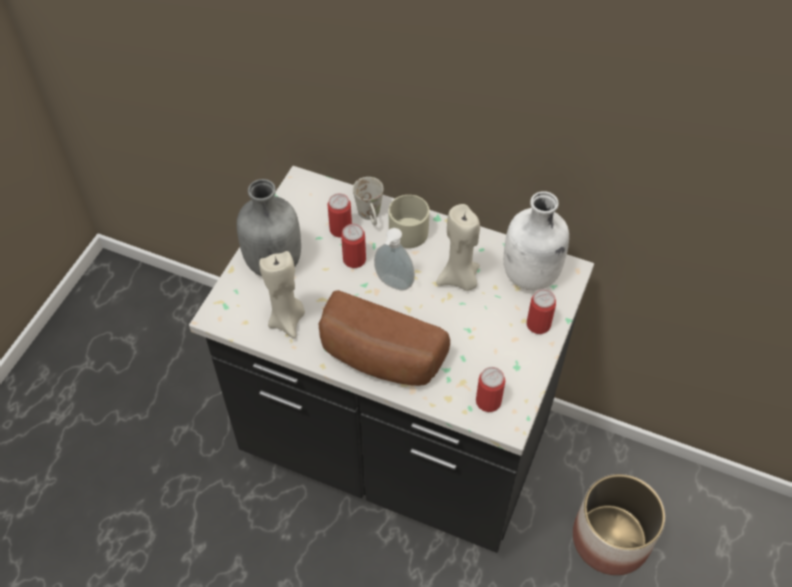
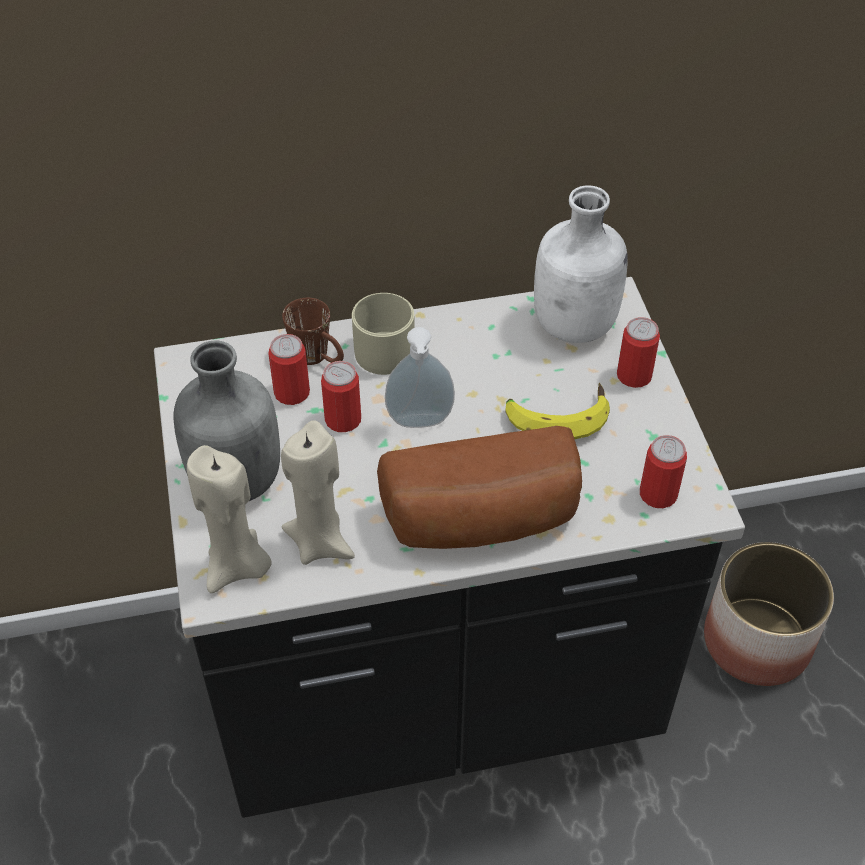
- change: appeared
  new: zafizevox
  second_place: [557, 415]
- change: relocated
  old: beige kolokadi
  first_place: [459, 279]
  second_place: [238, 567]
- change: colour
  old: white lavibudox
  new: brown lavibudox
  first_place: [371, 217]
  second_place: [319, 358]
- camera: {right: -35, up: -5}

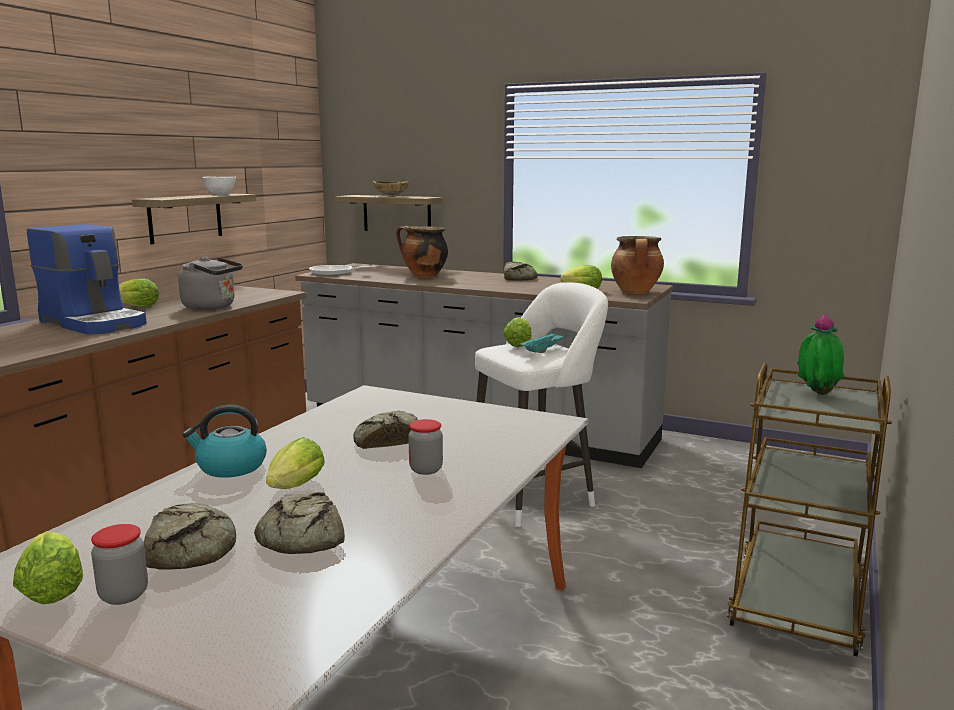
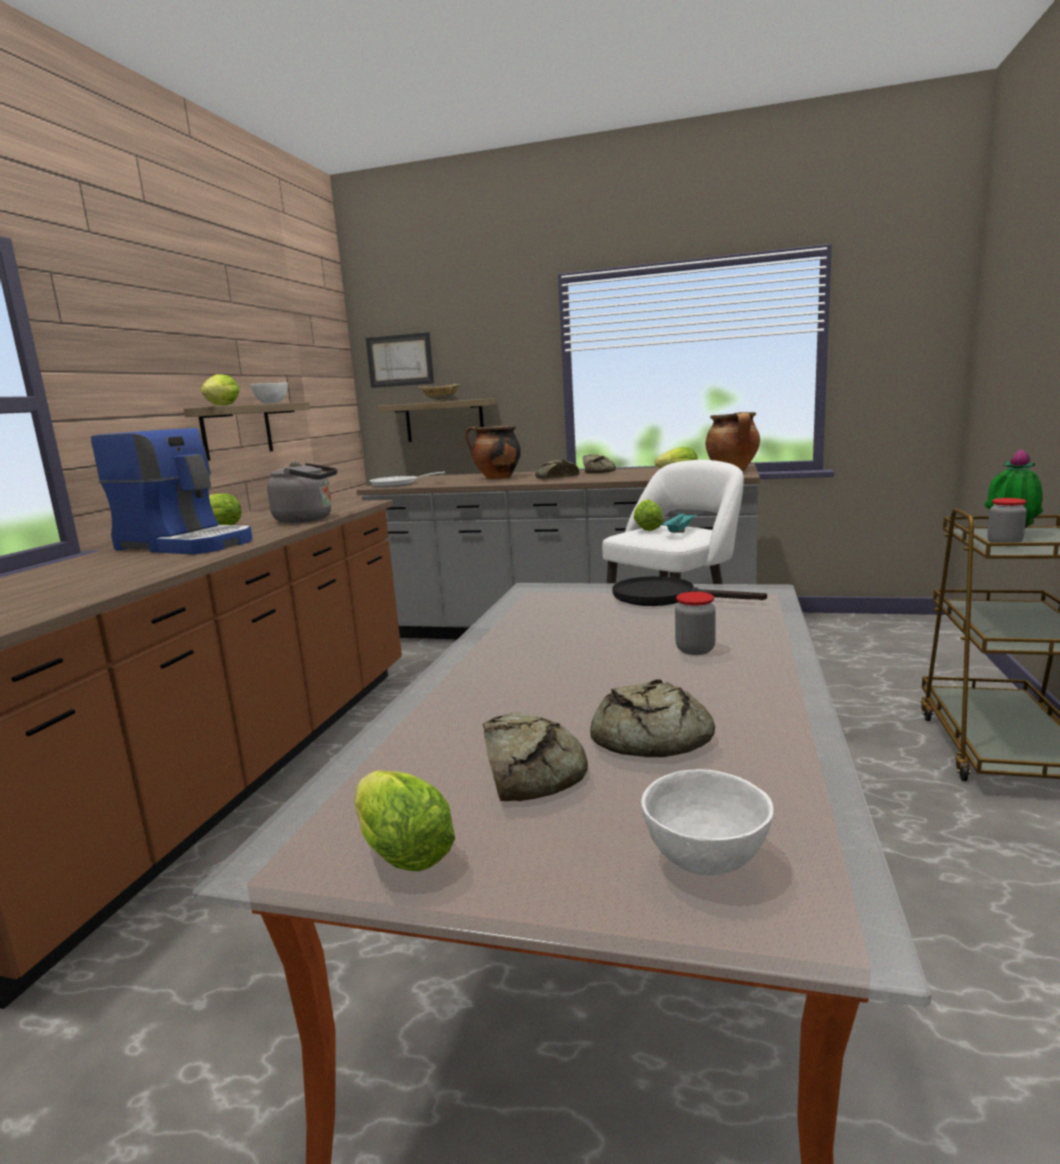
- change: missing
  old: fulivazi
  first_place: [230, 467]
- change: appeared
  new: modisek
  second_place: [400, 360]
- change: appeared
  new: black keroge
  second_place: [666, 597]
- change: appeared
  new: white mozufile
  second_place: [708, 861]
- change: relocated
  old: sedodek
  first_place: [124, 595]
  second_place: [1004, 543]
- change: relocated
  old: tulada
  first_place: [294, 488]
  second_place: [220, 405]
- change: relocated
  old: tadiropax
  first_place: [388, 440]
  second_place: [555, 477]
- camera: {right: -10, up: 0}

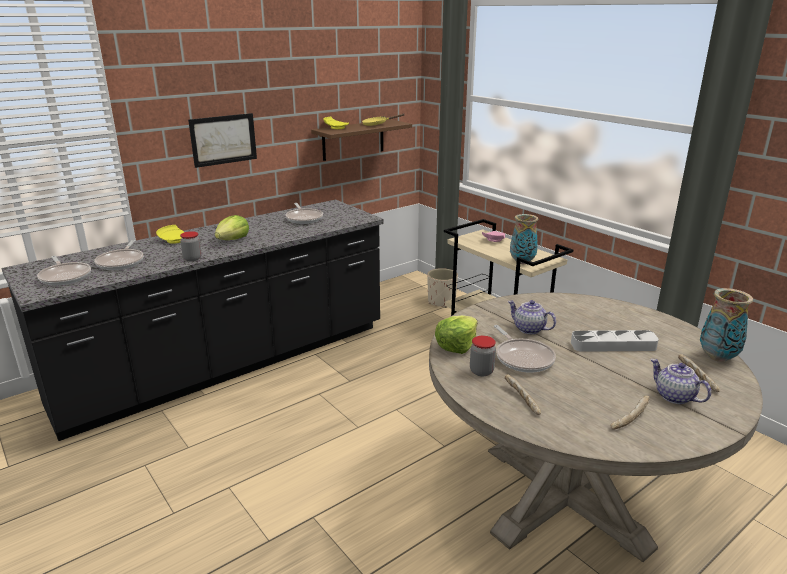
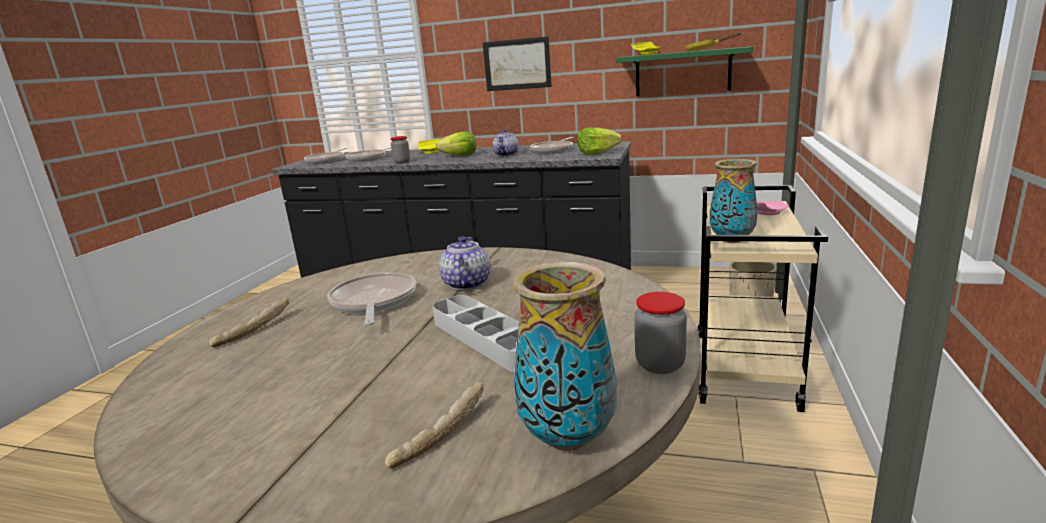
- change: missing
  old: tadiropax
  first_place: [628, 418]
- change: relocated
  old: tulada
  first_place: [456, 345]
  second_place: [597, 153]
- change: relocated
  old: sedodek
  first_place: [481, 371]
  second_place: [660, 364]
- change: relocated
  old: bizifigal
  first_place: [674, 396]
  second_place: [506, 155]
- change: colour
  old: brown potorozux
  new: green potorozux
  first_place: [353, 140]
  second_place: [682, 72]
- change: spun
  old: keroge
  first_place: [523, 358]
  second_place: [373, 302]
  degrees: 135
- camera: {right: 55, up: -5}

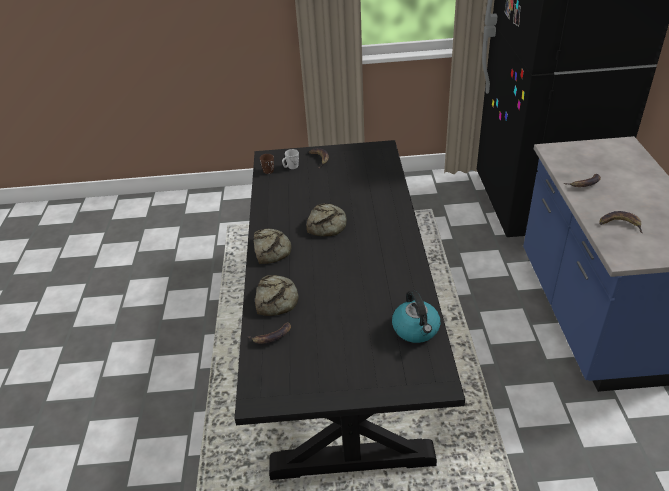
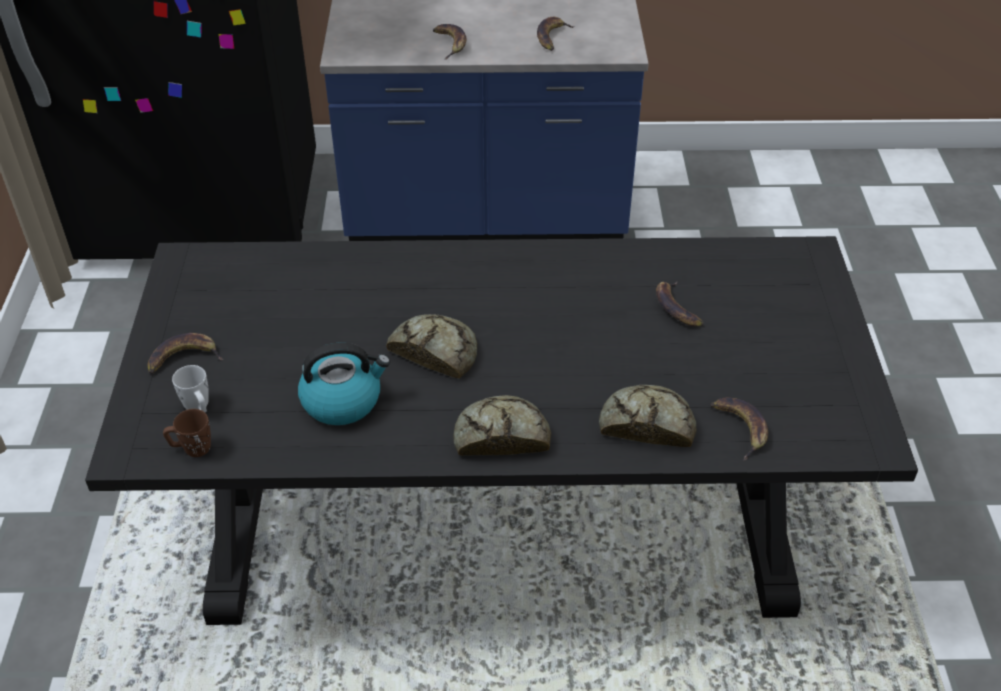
- change: appeared
  new: zafizevox
  second_place: [676, 308]
- change: relocated
  old: fulivazi
  first_place: [416, 329]
  second_place: [343, 400]
- camera: {right: -90, up: 5}

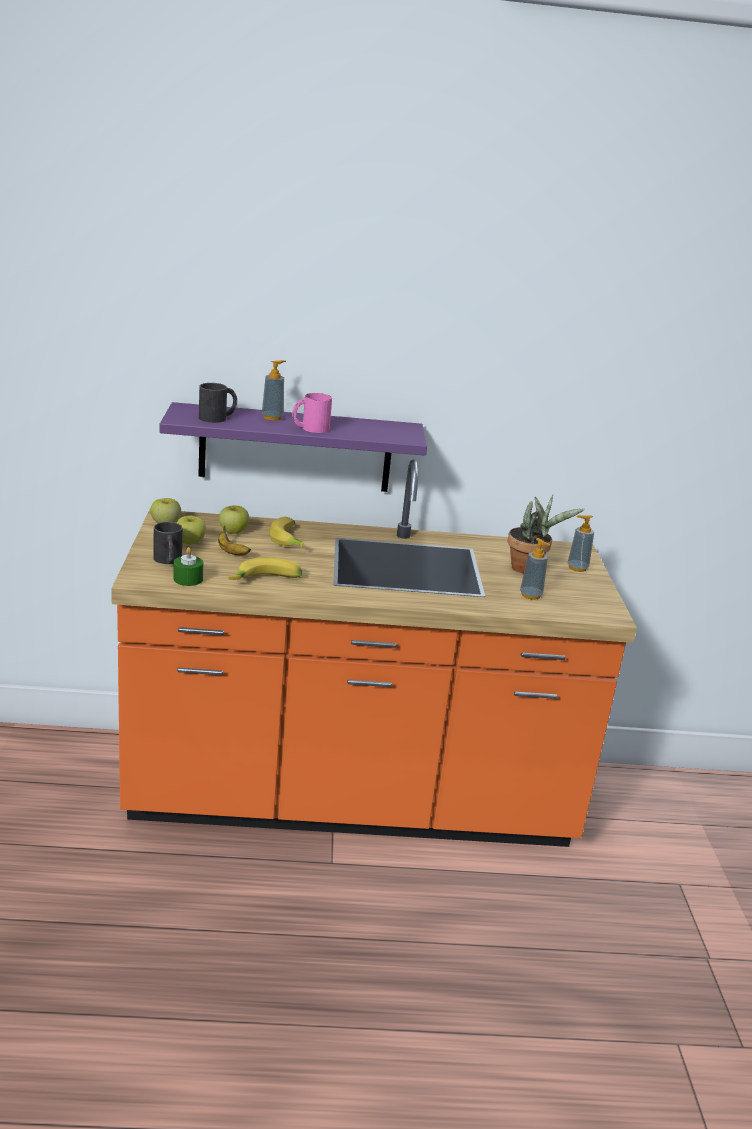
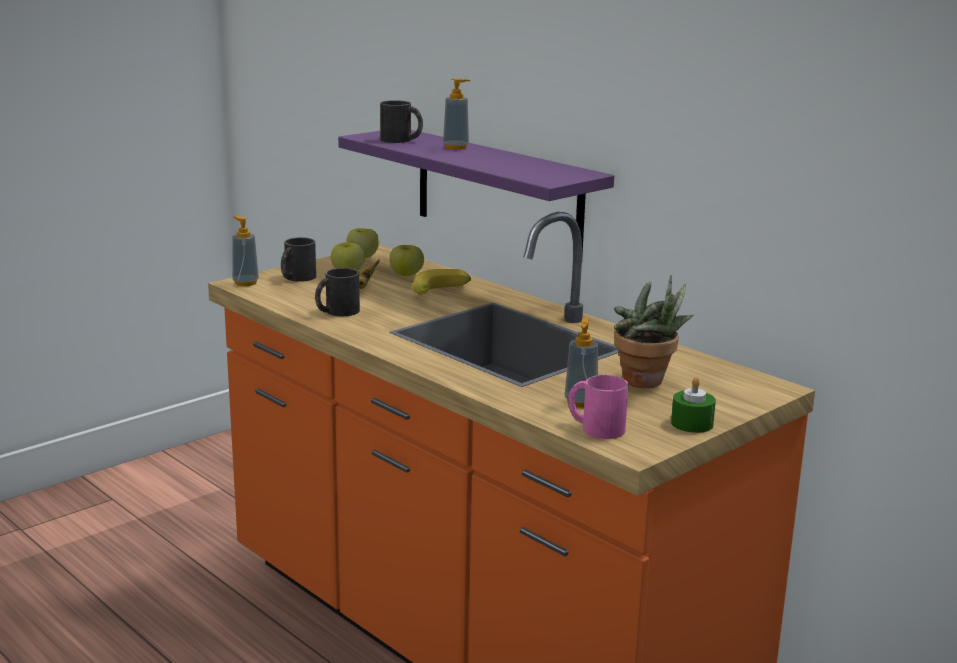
- change: relocated
  old: green kolokadi
  first_place: [188, 579]
  second_place: [692, 423]
- change: relocated
  old: pink lavibudox
  first_place: [310, 428]
  second_place: [595, 428]
- change: relocated
  old: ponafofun
  first_place: [577, 568]
  second_place: [245, 283]
- change: exchanged
  old: zafizevox
  new: black lavibudox
  first_place: [266, 581]
  second_place: [336, 312]
- camera: {right: 50, up: -5}

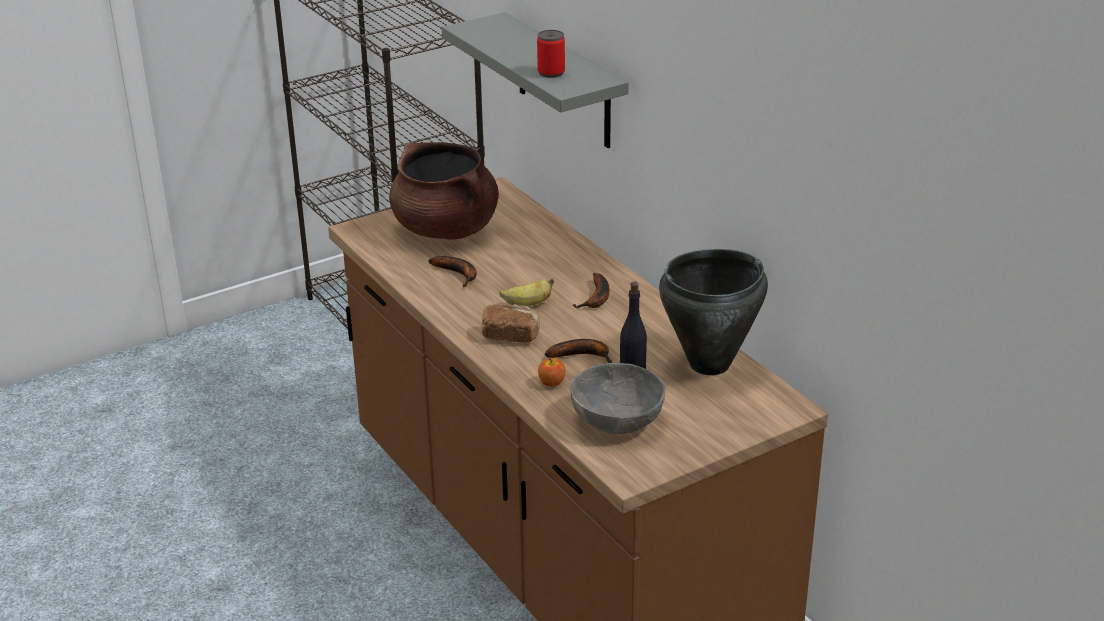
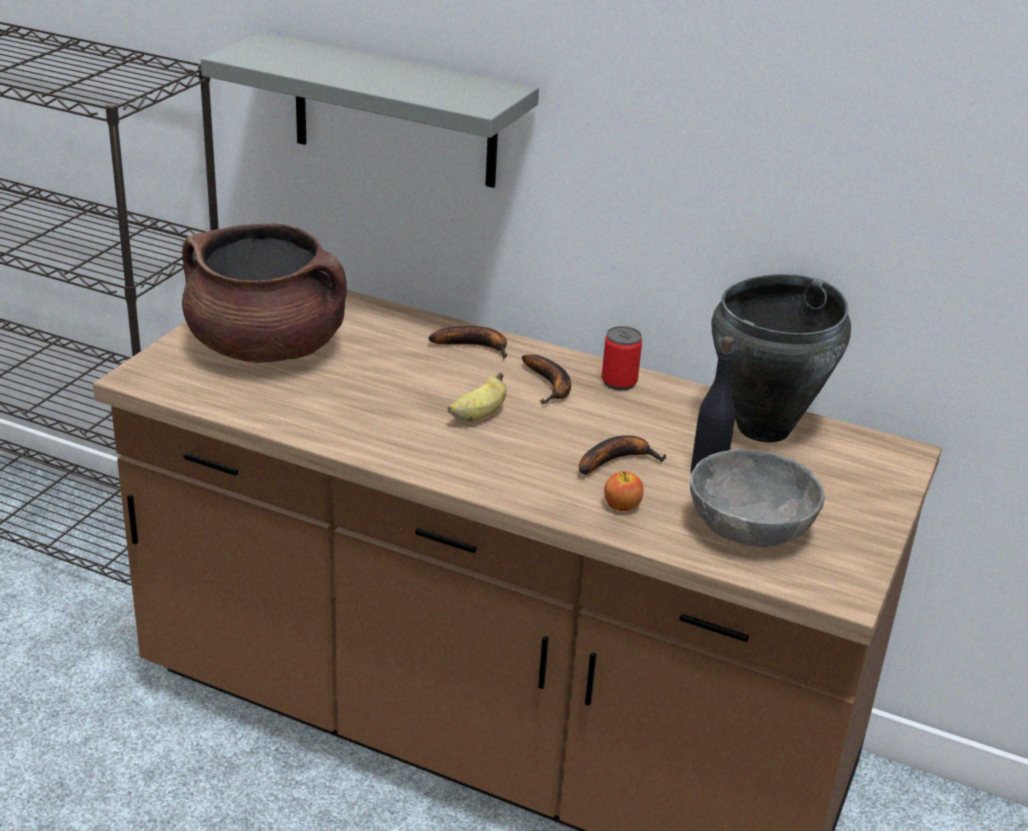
- change: missing
  old: tadiropax
  first_place: [510, 335]
- change: relocated
  old: zafizevox
  first_place: [458, 274]
  second_place: [475, 346]
- change: relocated
  old: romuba
  first_place: [551, 73]
  second_place: [619, 382]
- camera: {right: -35, up: 0}

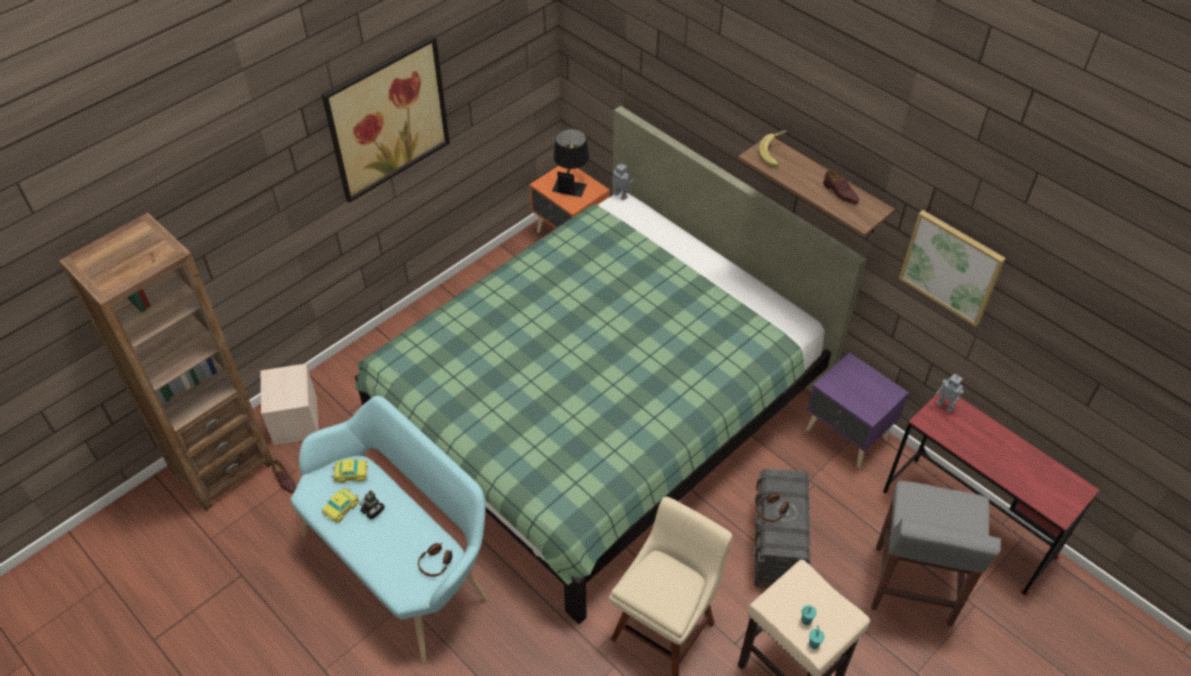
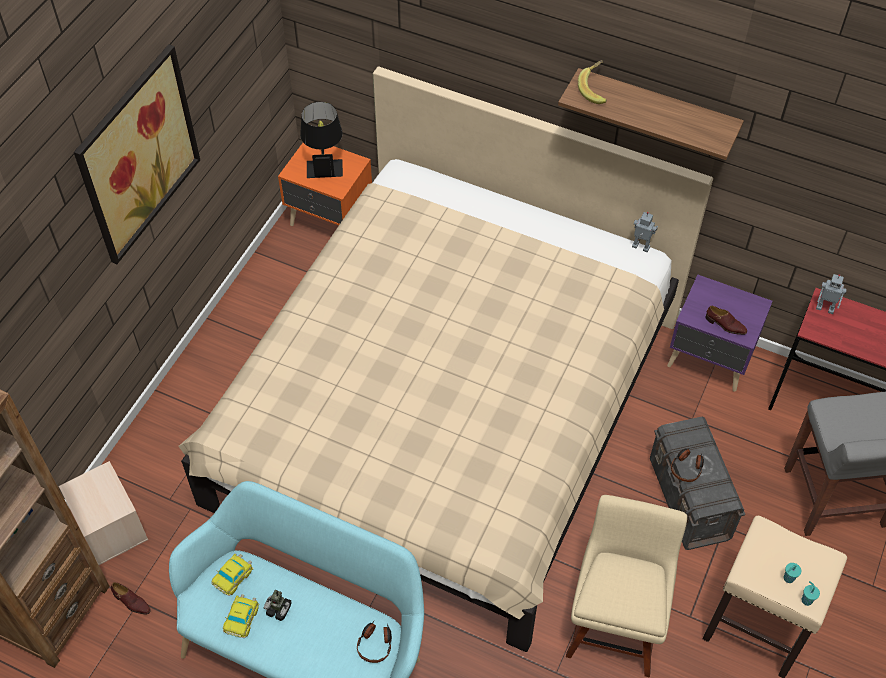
- change: missing
  old: modisek
  first_place: [951, 267]
- change: relocated
  old: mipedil
  first_place: [620, 196]
  second_place: [640, 247]
- change: relocated
  old: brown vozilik
  first_place: [840, 193]
  second_place: [725, 325]
- change: colour
  old: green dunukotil
  new: beige dunukotil
  first_place: [597, 410]
  second_place: [445, 410]
- change: spun
  old: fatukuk
  first_place: [350, 473]
  second_place: [233, 576]
  degrees: 150
- camera: {right: -20, up: 5}

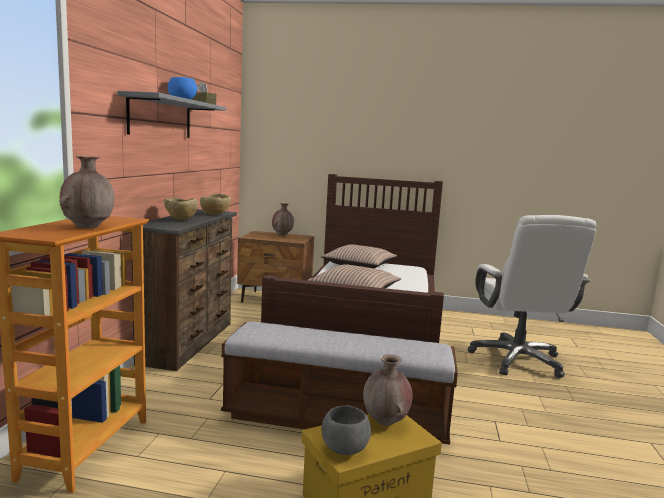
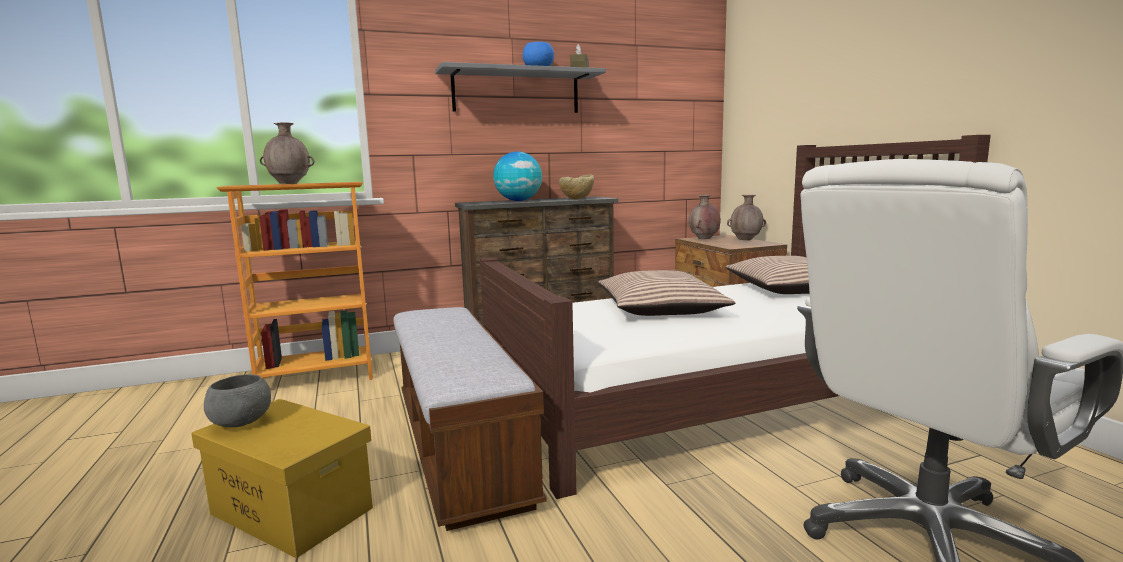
- change: relocated
  old: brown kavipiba
  first_place: [385, 422]
  second_place: [704, 238]
- change: exchanged
  old: beige mozufile
  new: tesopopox
  first_place: [180, 220]
  second_place: [518, 201]
- camera: {right: 60, up: 0}

